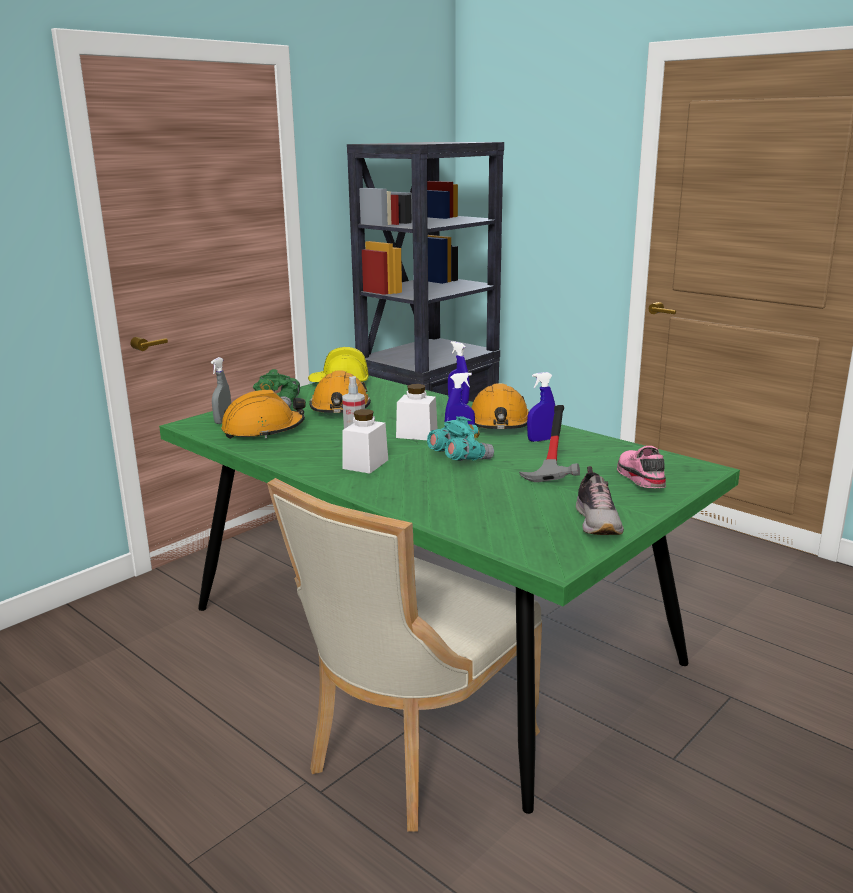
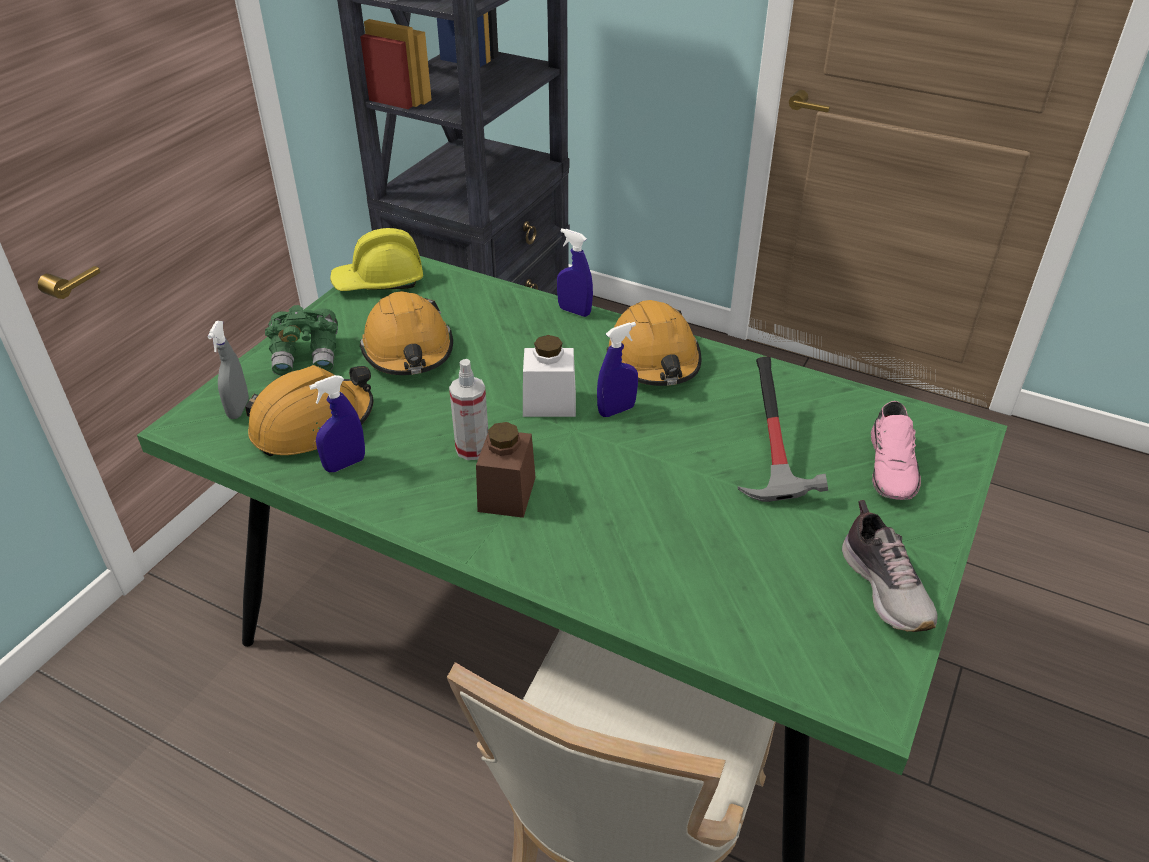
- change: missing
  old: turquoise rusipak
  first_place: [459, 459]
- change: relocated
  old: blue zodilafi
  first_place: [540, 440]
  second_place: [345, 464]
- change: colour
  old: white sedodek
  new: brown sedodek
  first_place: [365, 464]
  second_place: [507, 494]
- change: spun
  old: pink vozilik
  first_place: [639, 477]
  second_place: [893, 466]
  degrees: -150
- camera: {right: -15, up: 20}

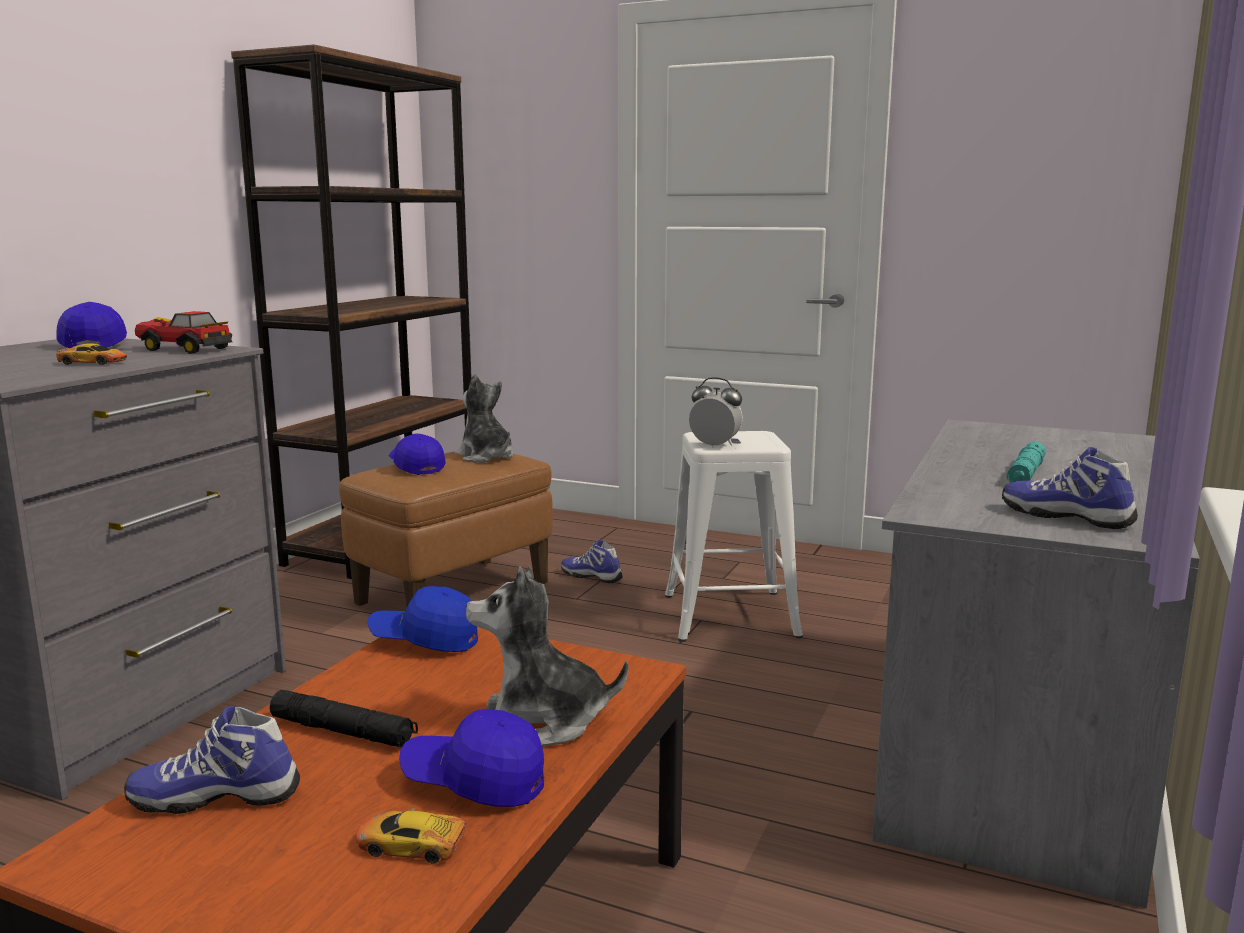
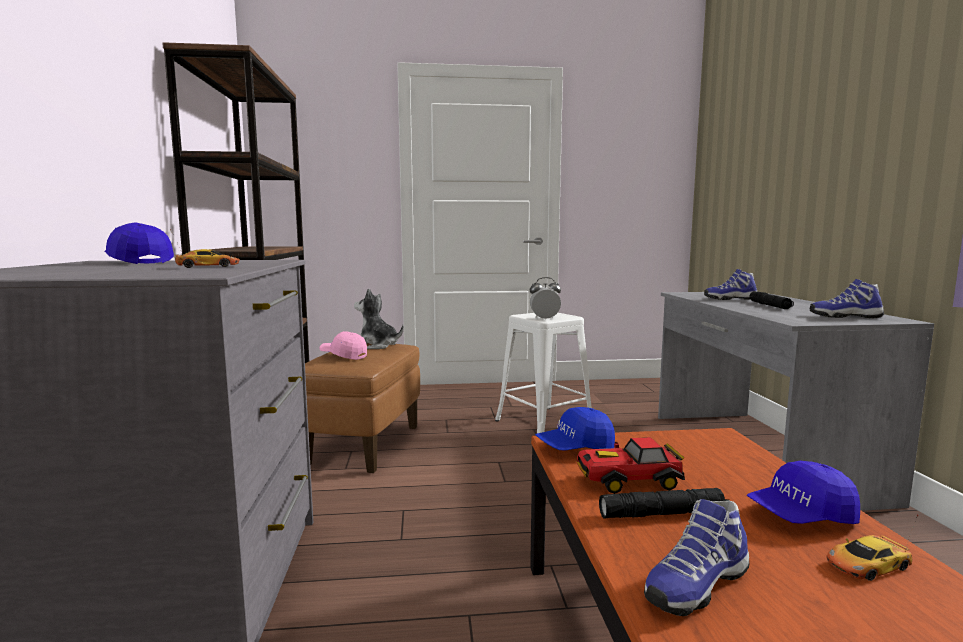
- change: missing
  old: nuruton
  first_place: [541, 722]
- change: relocated
  old: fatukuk
  first_place: [184, 349]
  second_place: [628, 481]
- change: relocated
  old: vozilik
  first_place: [592, 576]
  second_place: [729, 299]
- change: colour
  old: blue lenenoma
  new: pink lenenoma
  first_place: [416, 467]
  second_place: [343, 356]
- change: colour
  old: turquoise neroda
  new: black neroda
  first_place: [1026, 474]
  second_place: [769, 305]
- camera: {right: -30, up: -5}

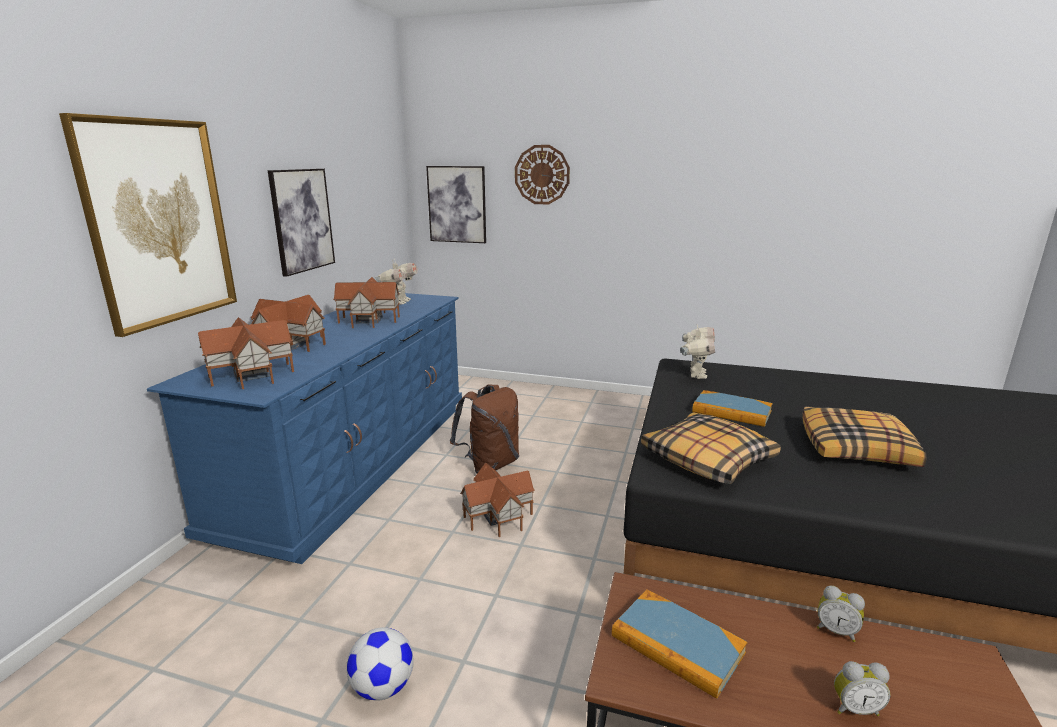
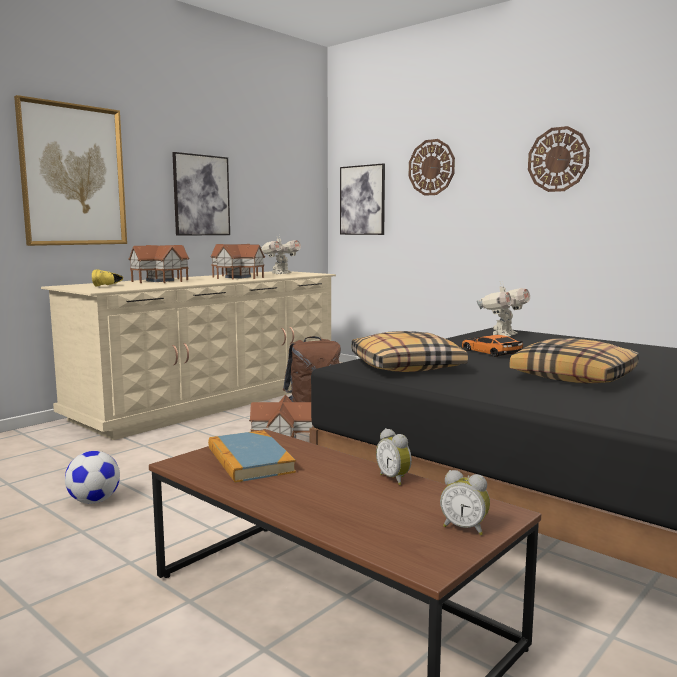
- change: appeared
  new: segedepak
  second_place: [558, 159]
- change: relocated
  old: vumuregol
  first_place: [854, 708]
  second_place: [464, 528]
- change: exchanged
  old: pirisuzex
  new: yellow vozilik
  first_place: [250, 374]
  second_place: [108, 286]
- change: exchanged
  old: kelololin
  new: fatukuk
  first_place: [731, 411]
  second_place: [490, 352]
- change: colour
  old: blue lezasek
  new: beige lezasek
  first_place: [356, 463]
  second_place: [211, 400]
- camera: {right: 25, up: -10}

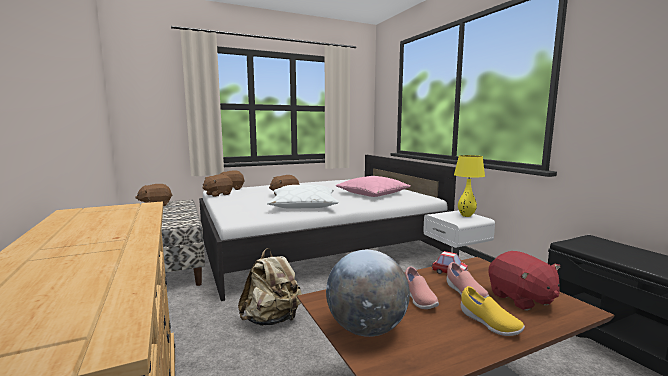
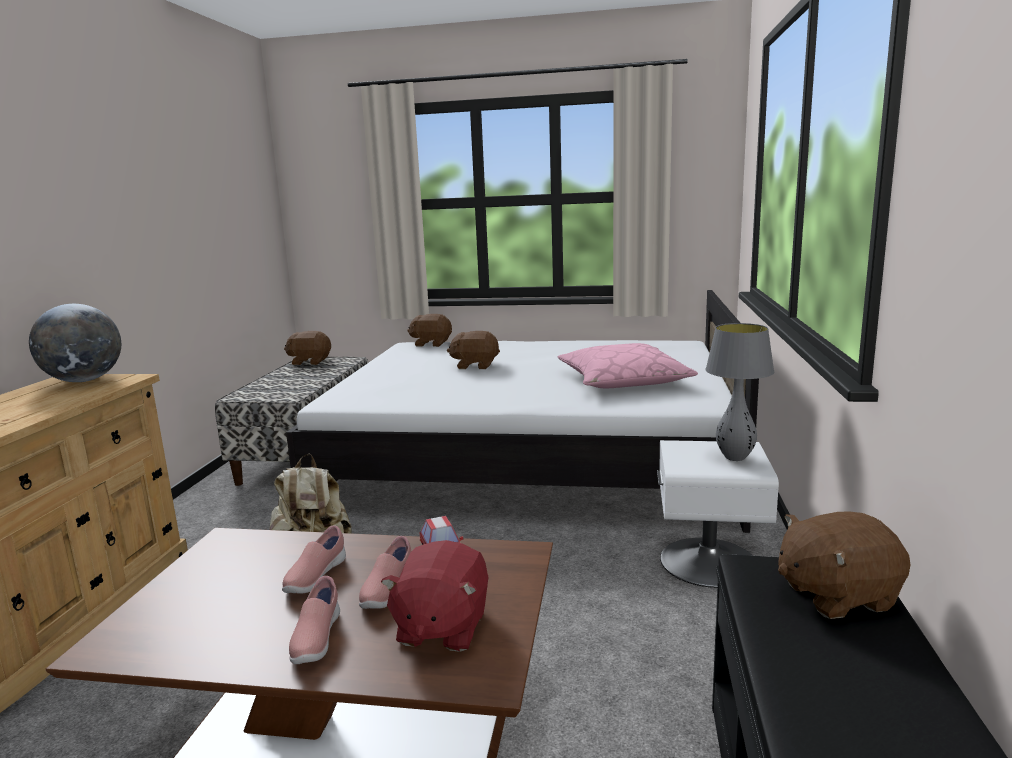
- change: missing
  old: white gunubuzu
  first_place: [303, 205]
- change: relocated
  old: brown nuruton
  first_place: [218, 194]
  second_place: [836, 595]
- change: relocated
  old: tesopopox
  first_place: [366, 329]
  second_place: [84, 381]
- change: colour
  old: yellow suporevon
  new: grey suporevon
  first_place: [466, 216]
  second_place: [735, 458]
- change: colour
  old: yellow vozilik
  new: pink vozilik
  first_place: [488, 323]
  second_place: [316, 640]
- camera: {right: 35, up: 5}

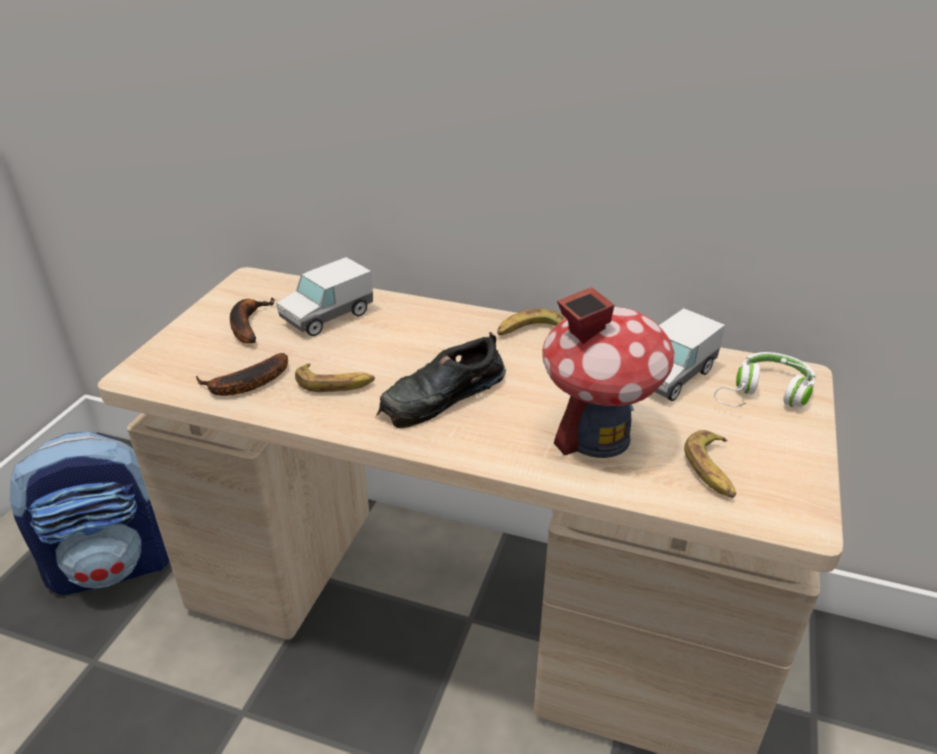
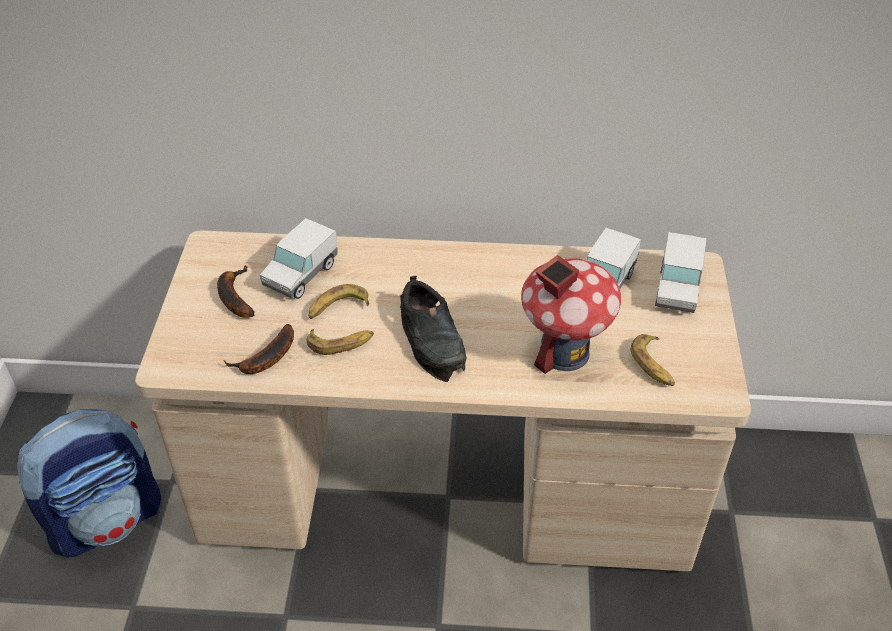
- change: relocated
  old: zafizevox
  first_place: [531, 331]
  second_place: [338, 308]
- change: exchanged
  old: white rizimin
  new: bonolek
  first_place: [765, 394]
  second_place: [677, 289]
- change: spun
  old: black vozilik
  first_place: [441, 396]
  second_place: [432, 339]
  degrees: -60
- camera: {right: -15, up: 10}

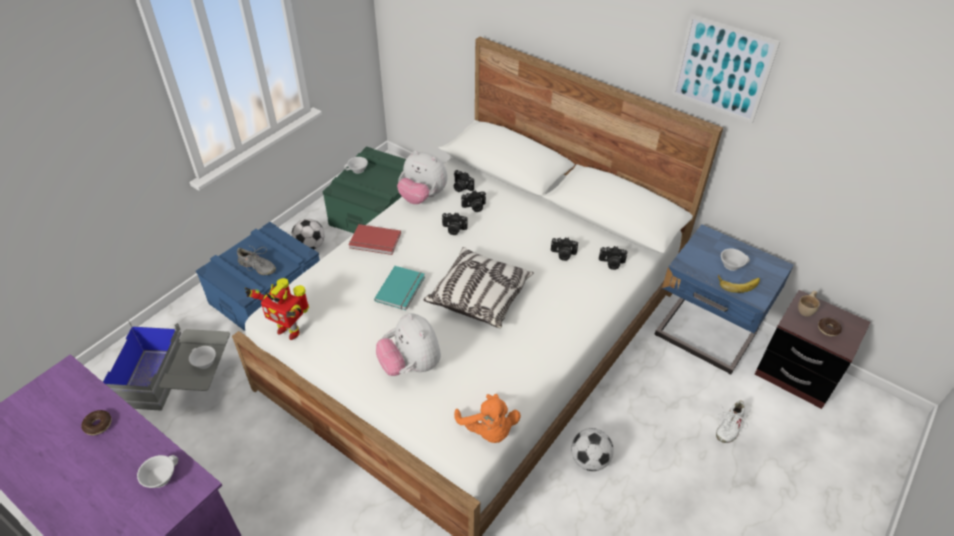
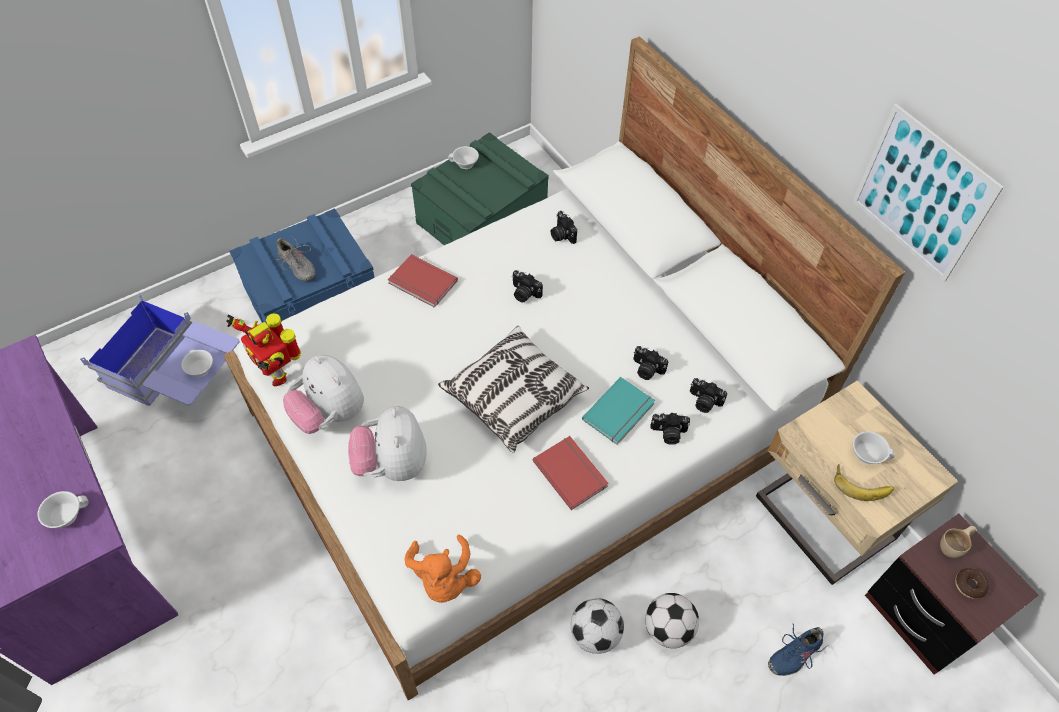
- change: missing
  old: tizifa
  first_place: [98, 425]
- change: appeared
  new: red kelololin
  second_place: [571, 472]
- change: relocated
  old: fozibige
  first_place: [310, 246]
  second_place: [668, 628]
- change: relocated
  old: turquoise kelololin
  first_place: [402, 289]
  second_place: [620, 412]
- change: relocated
  old: nuruton
  first_place: [422, 197]
  second_place: [330, 414]
- change: relocated
  old: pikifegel
  first_place: [474, 207]
  second_place: [668, 433]
- change: colour
  old: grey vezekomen
  new: blue vezekomen
  first_place: [179, 383]
  second_place: [179, 378]
- change: colour
  old: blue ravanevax
  new: beige ravanevax
  first_place: [704, 337]
  second_place: [822, 521]
- change: colour
  old: white vozilik
  new: blue vozilik
  first_place: [729, 426]
  second_place: [794, 653]
- camera: {right: 20, up: 10}

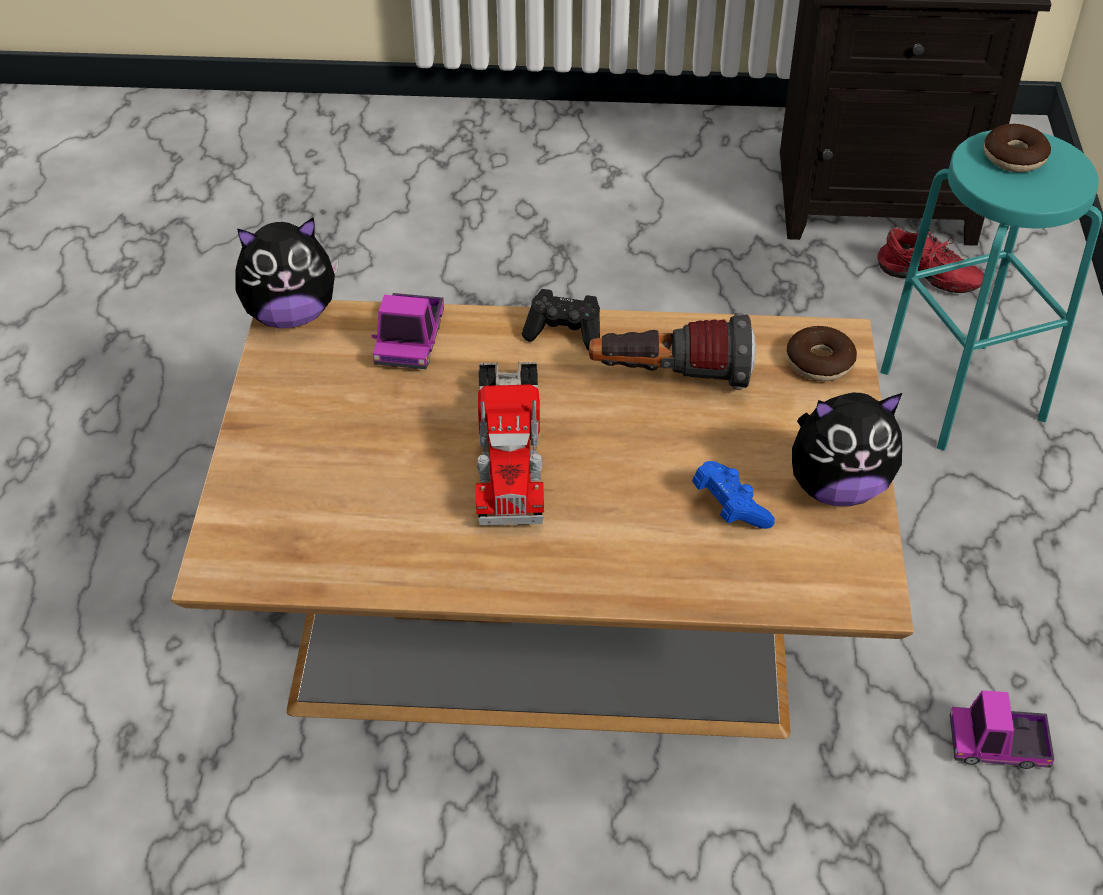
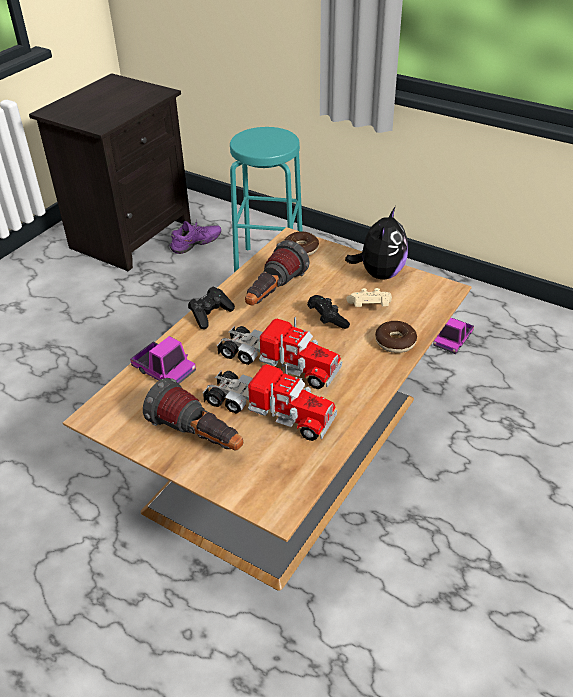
- change: missing
  old: nuruton
  first_place: [291, 315]
- change: appeared
  new: neroda
  second_place: [199, 437]
- change: appeared
  new: bonolek
  second_place: [268, 411]
- change: appeared
  new: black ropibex
  second_place: [327, 319]
- change: relocated
  old: tizifa
  first_place: [1014, 157]
  second_place: [395, 342]
- change: colour
  old: blue ropibex
  new: beige ropibex
  first_place: [729, 507]
  second_place: [369, 307]
- change: colour
  old: red vozilik
  new: purple vozilik
  first_place: [927, 281]
  second_place: [197, 245]
- camera: {right: -60, up: -5}

